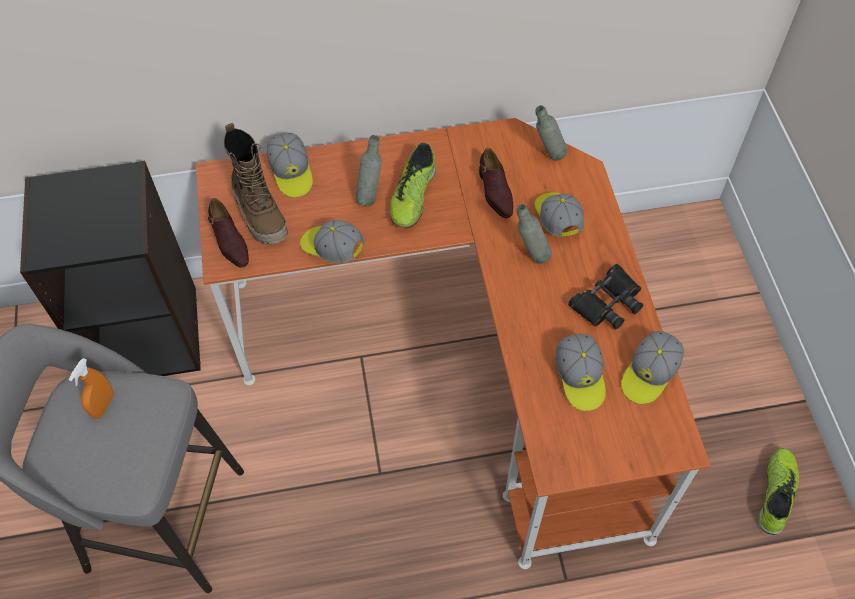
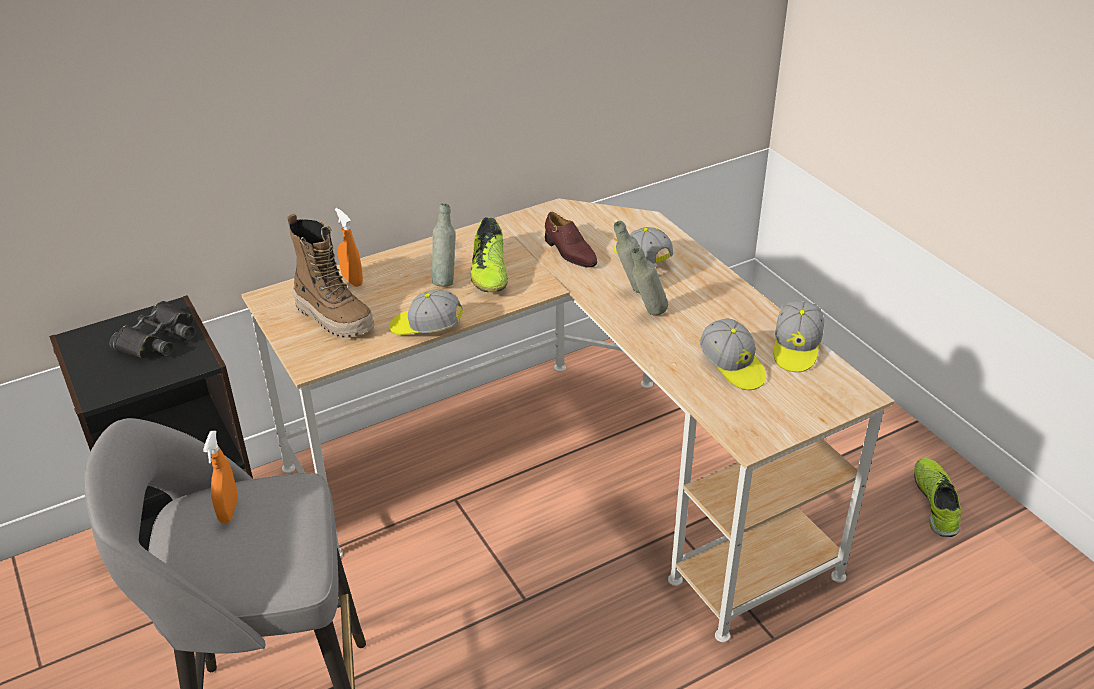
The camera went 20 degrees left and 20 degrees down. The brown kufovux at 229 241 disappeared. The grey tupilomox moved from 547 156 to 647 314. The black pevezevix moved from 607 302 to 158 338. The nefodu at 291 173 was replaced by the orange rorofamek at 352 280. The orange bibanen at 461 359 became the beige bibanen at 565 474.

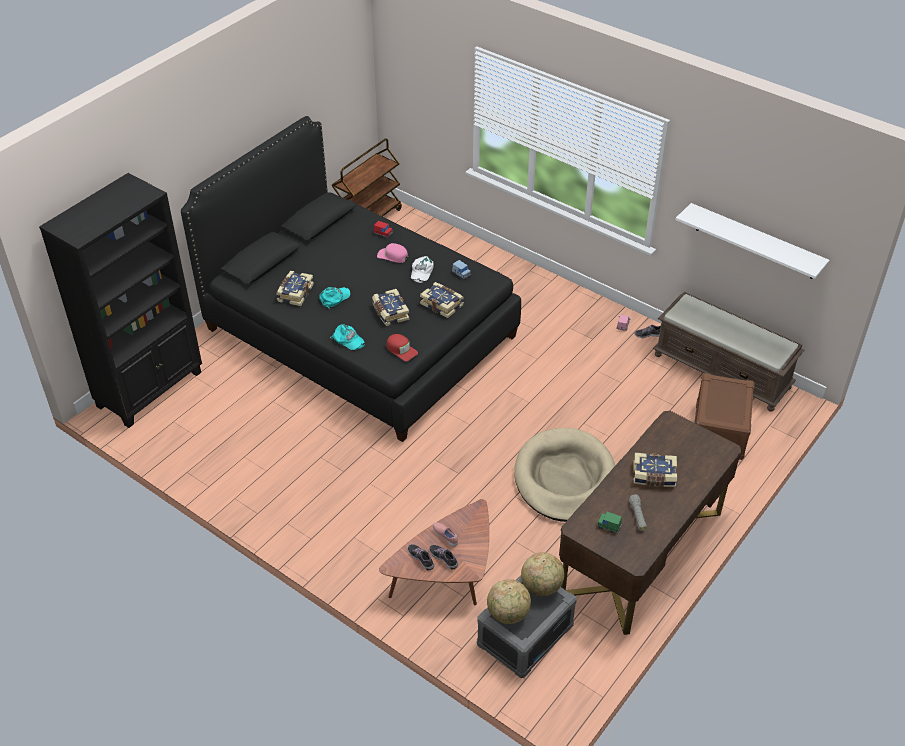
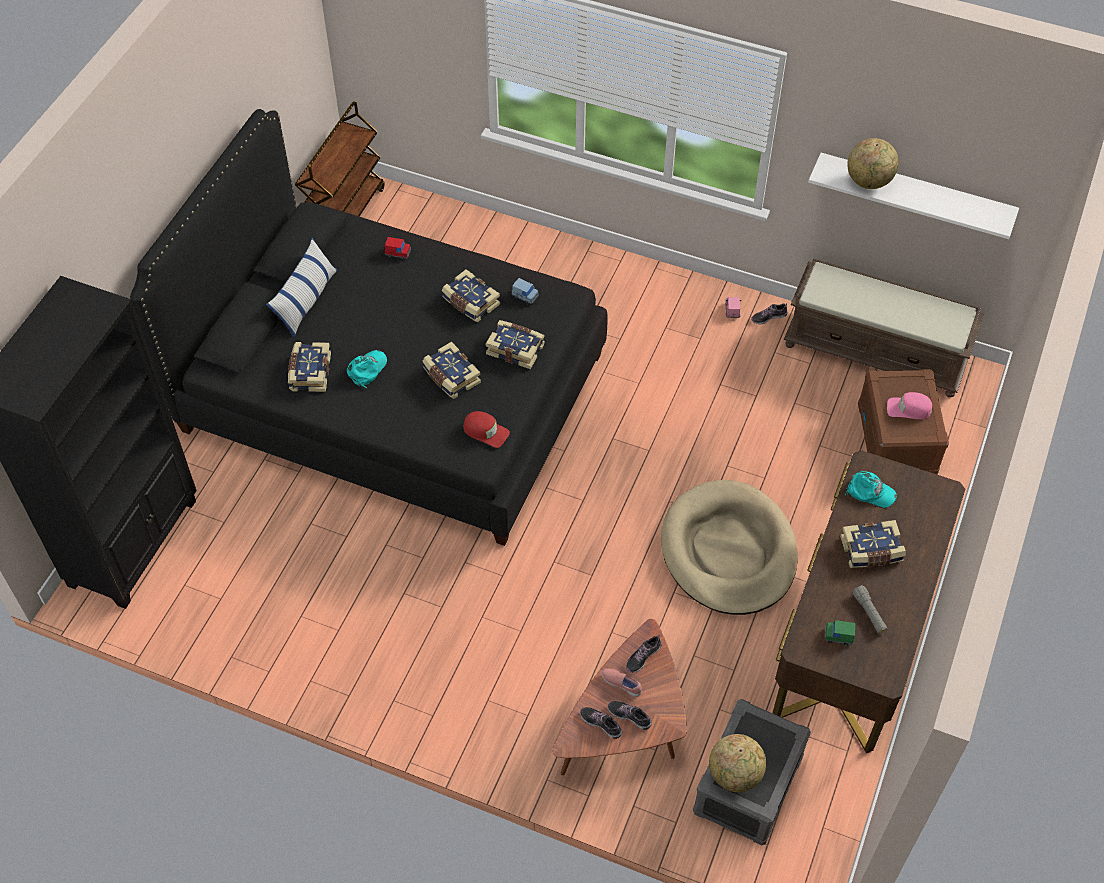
The camera went 15 degrees left and 10 degrees up. The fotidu at 306 300 appeared. The kufovux at 643 657 appeared. The turquoise nefodu moved from 348 340 to 870 492. The pink nefodu moved from 393 256 to 908 409. The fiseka moved from 541 586 to 869 181. The white nefodu at 421 271 was replaced by the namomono at 470 303.

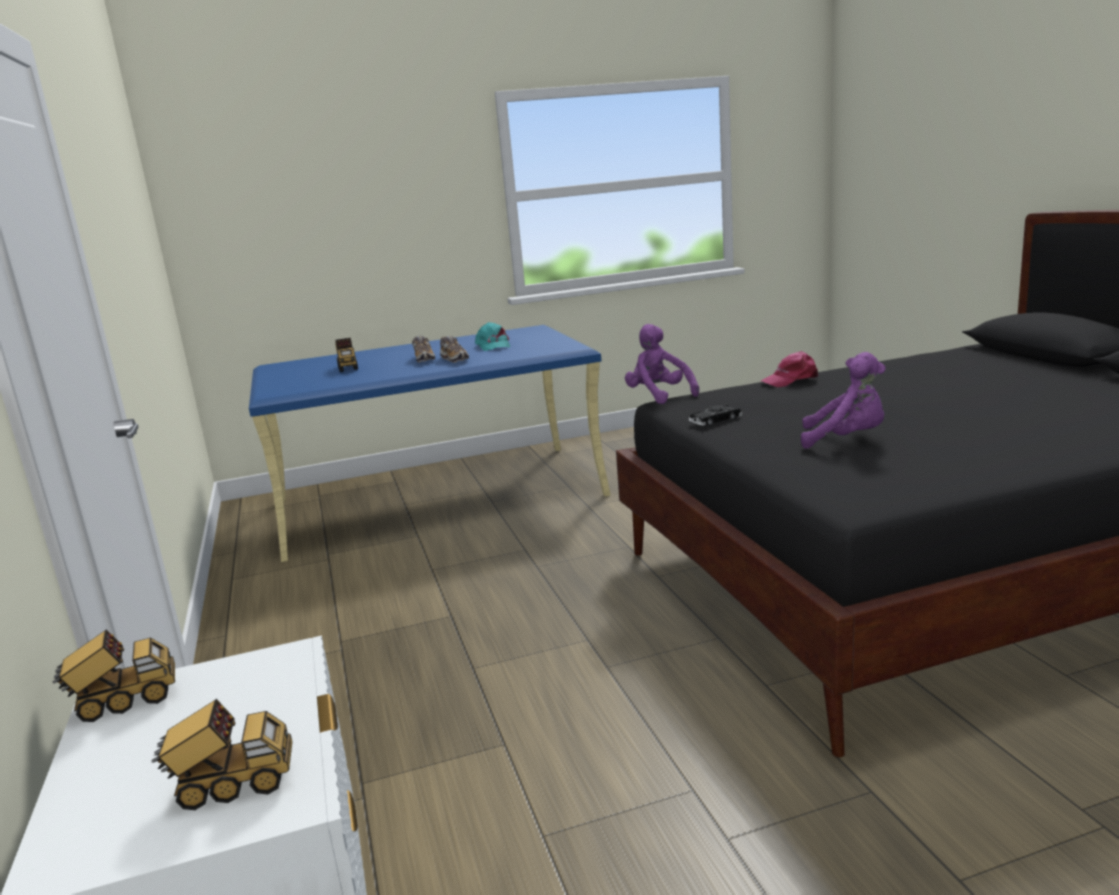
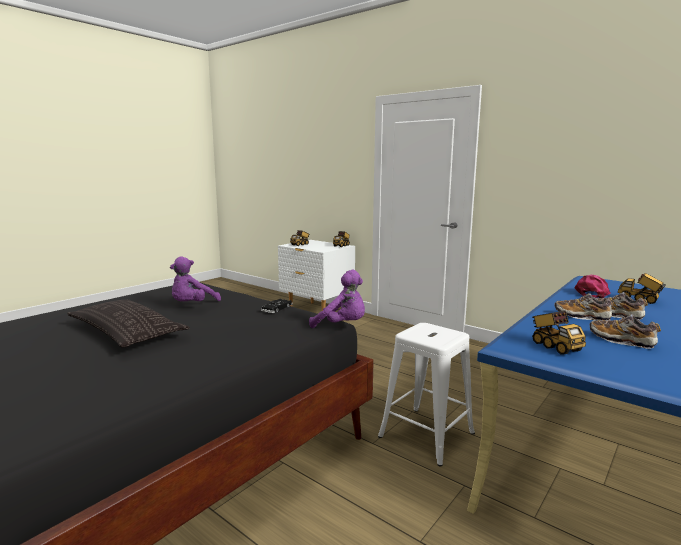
The camera went 145 degrees right and 5 degrees down. The fotidu at 126 331 appeared. The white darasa at 427 434 appeared. The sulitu at 555 346 appeared. The pink nefodu moved from 790 380 to 592 293. The turquoise nefodu at 493 346 was replaced by the kufovux at 621 340. The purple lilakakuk at 846 440 turned 45 degrees counterclockwise.

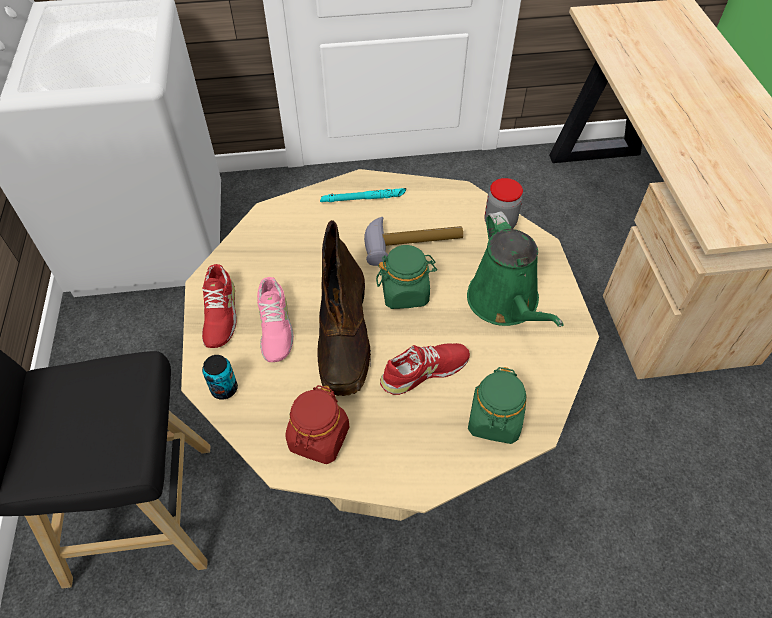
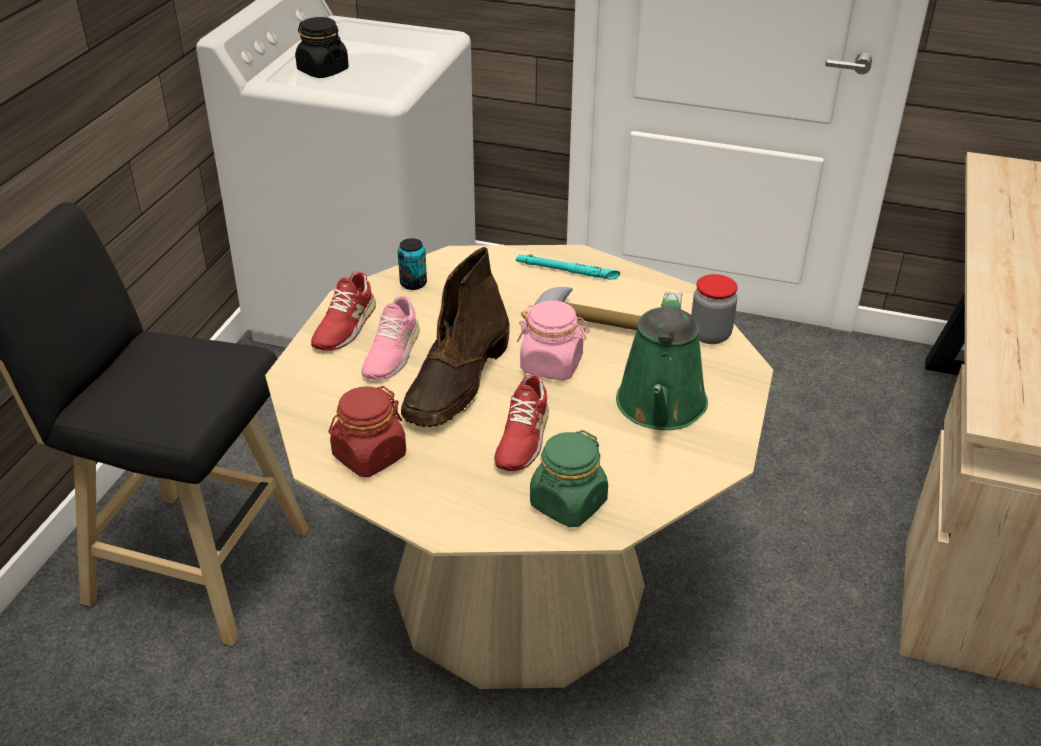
The camera went 25 degrees right and 15 degrees down. The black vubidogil at 322 71 appeared. The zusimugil moved from 224 389 to 413 283. The green vubidogil at 405 292 became the pink vubidogil at 552 365. The red kufovux at 424 371 turned 105 degrees clockwise.

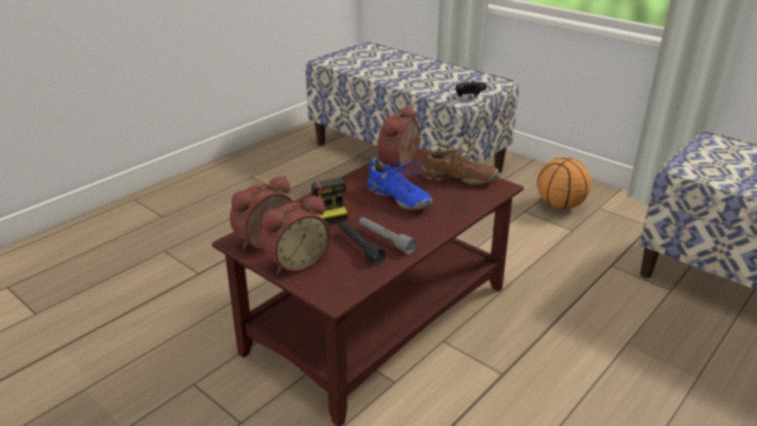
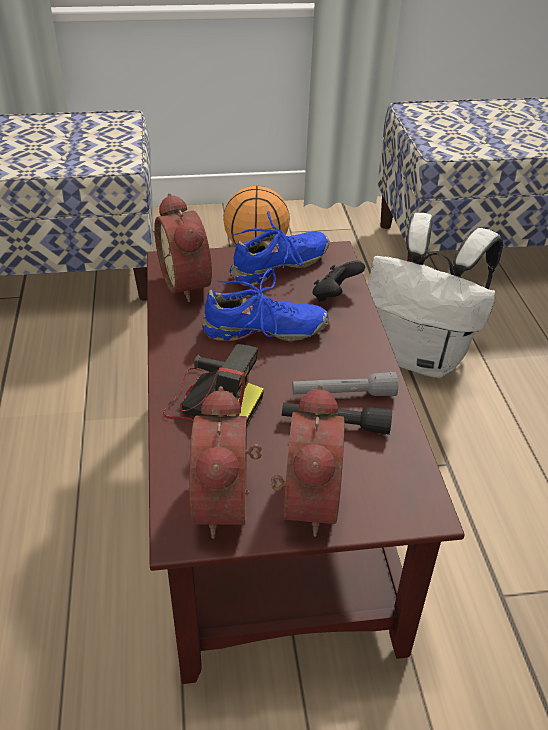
The camera went 50 degrees left and 10 degrees up. The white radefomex at 422 357 appeared. The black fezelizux moved from 469 97 to 335 296. The brown kufovux at 458 178 became the blue kufovux at 279 267.

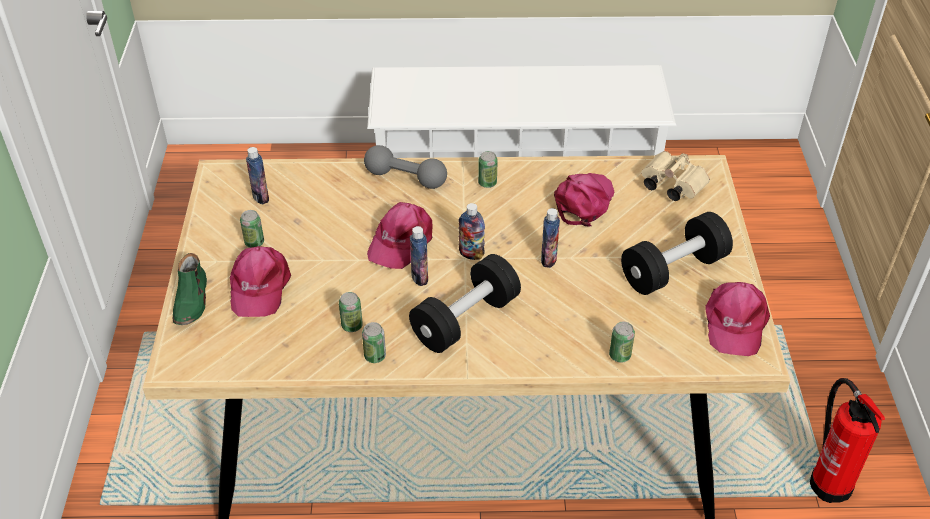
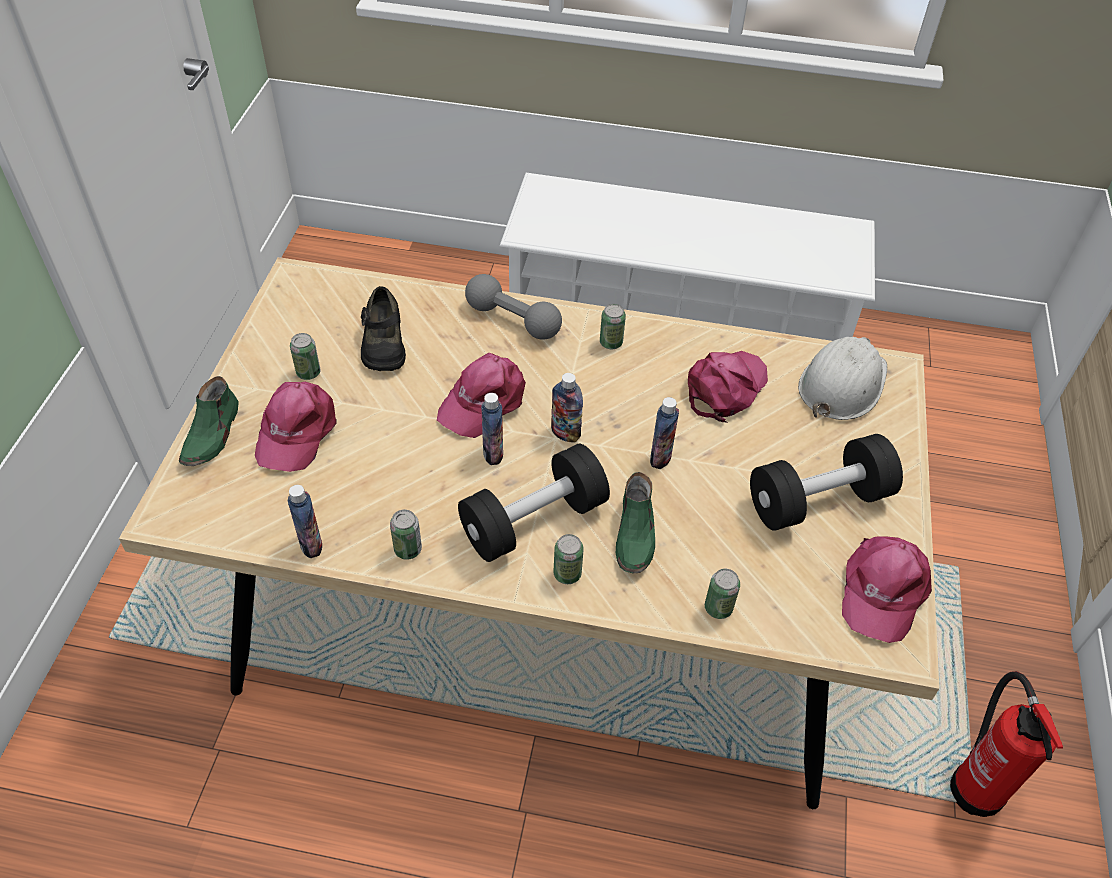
The camera went 10 degrees right and 5 degrees up. The black kufovux at 383 343 appeared. The green kufovux at 635 534 appeared. The tupilomox moved from 260 197 to 311 544. The zusimugil moved from 352 325 to 567 574. The beige pevezevix at 670 185 was replaced by the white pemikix at 841 384.

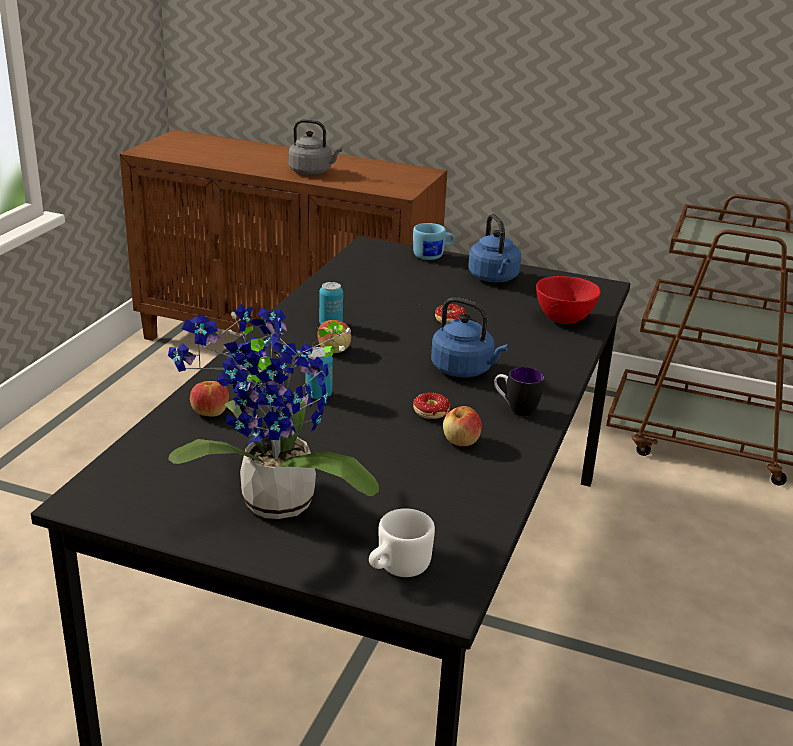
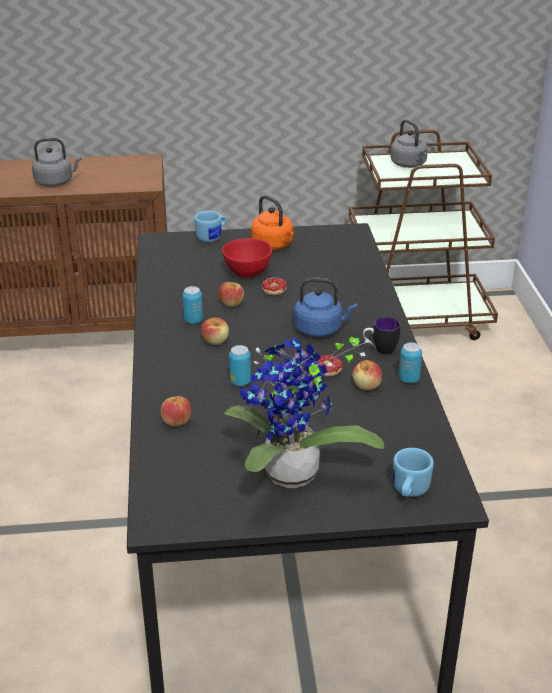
The camera went 25 degrees left and 5 degrees up. The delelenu at 231 303 appeared. The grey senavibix at 409 165 appeared. The zusimugil at 409 379 appeared. The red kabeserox moved from 565 319 to 248 273. The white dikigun at 397 568 became the blue dikigun at 408 491. The blue senavibix at 494 278 became the orange senavibix at 273 245.

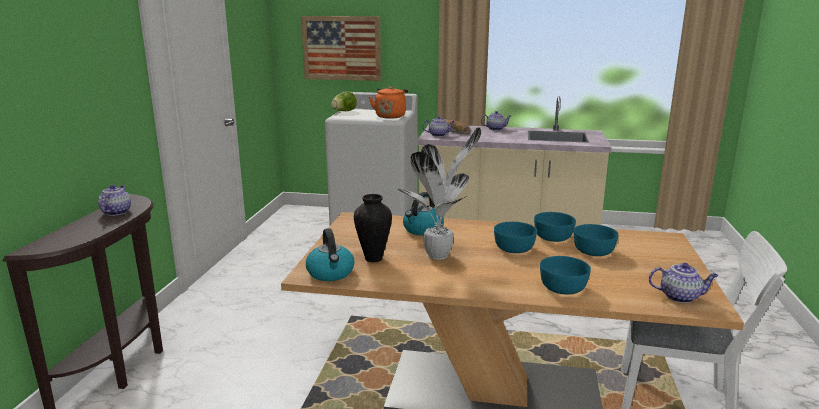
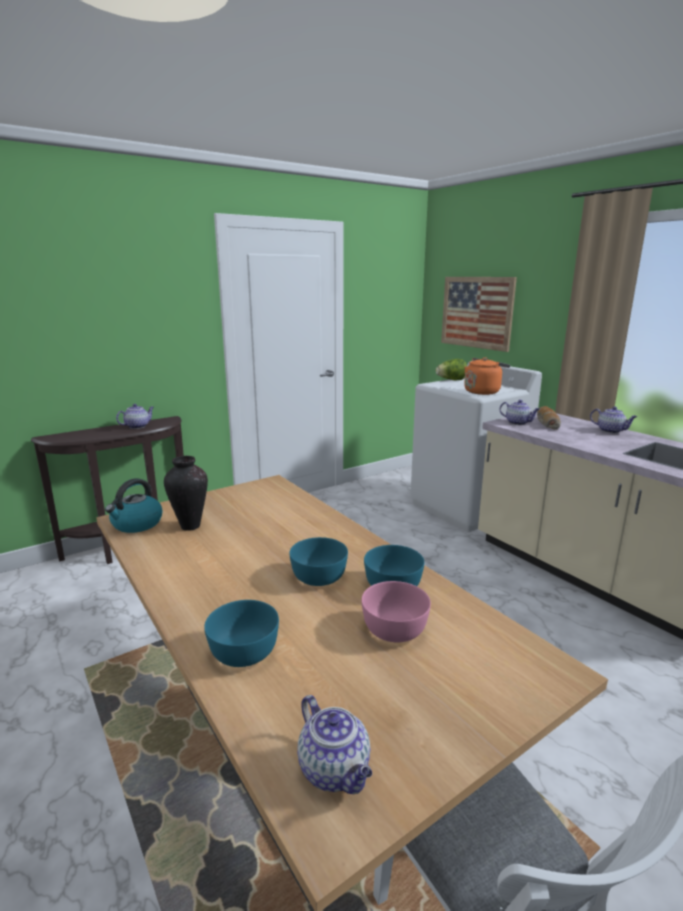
The camera went 45 degrees right and 0 degrees up. The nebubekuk at 440 255 disappeared. The senavibix at 422 230 disappeared. The turquoise kabeserox at 593 251 became the pink kabeserox at 395 627.

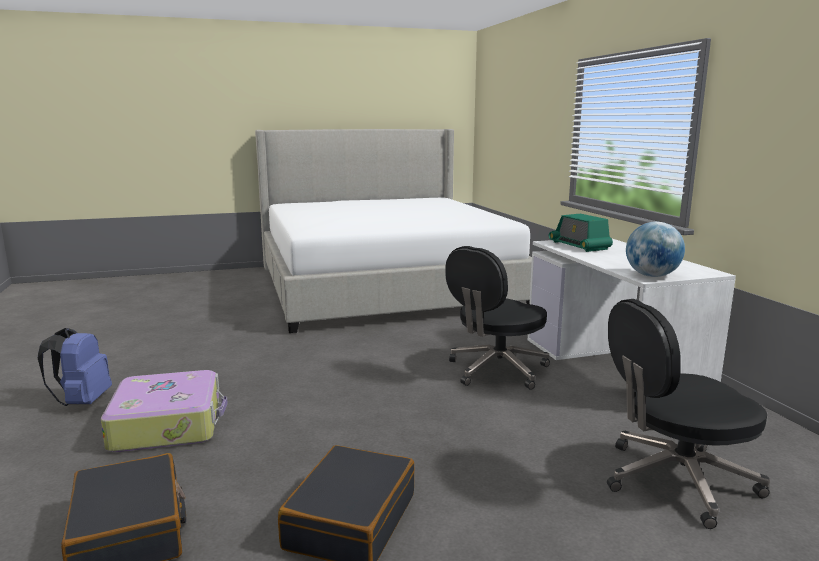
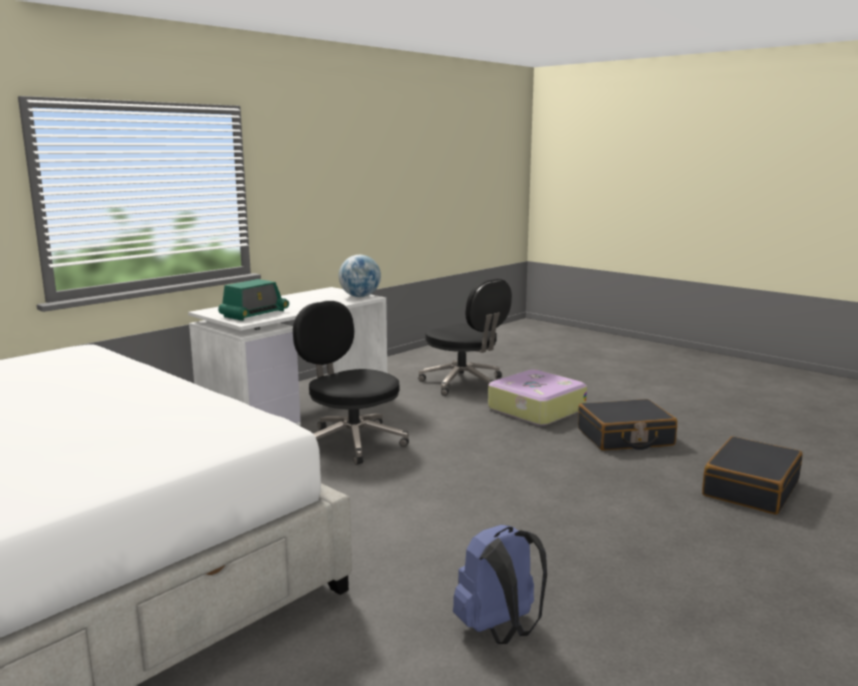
The camera went 120 degrees left and 0 degrees up. The blue radefomex moved from 82 402 to 500 630. The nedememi moved from 168 424 to 535 409. The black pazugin at 496 370 turned 150 degrees counterclockwise.

